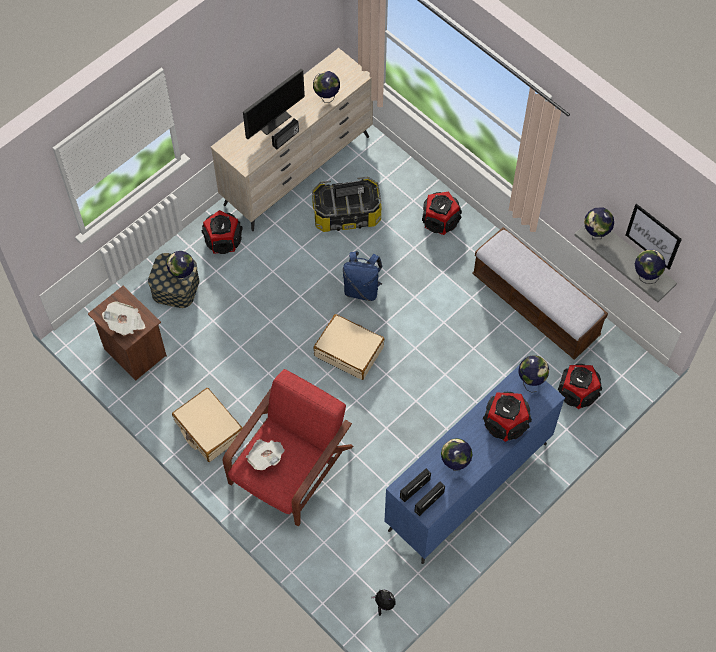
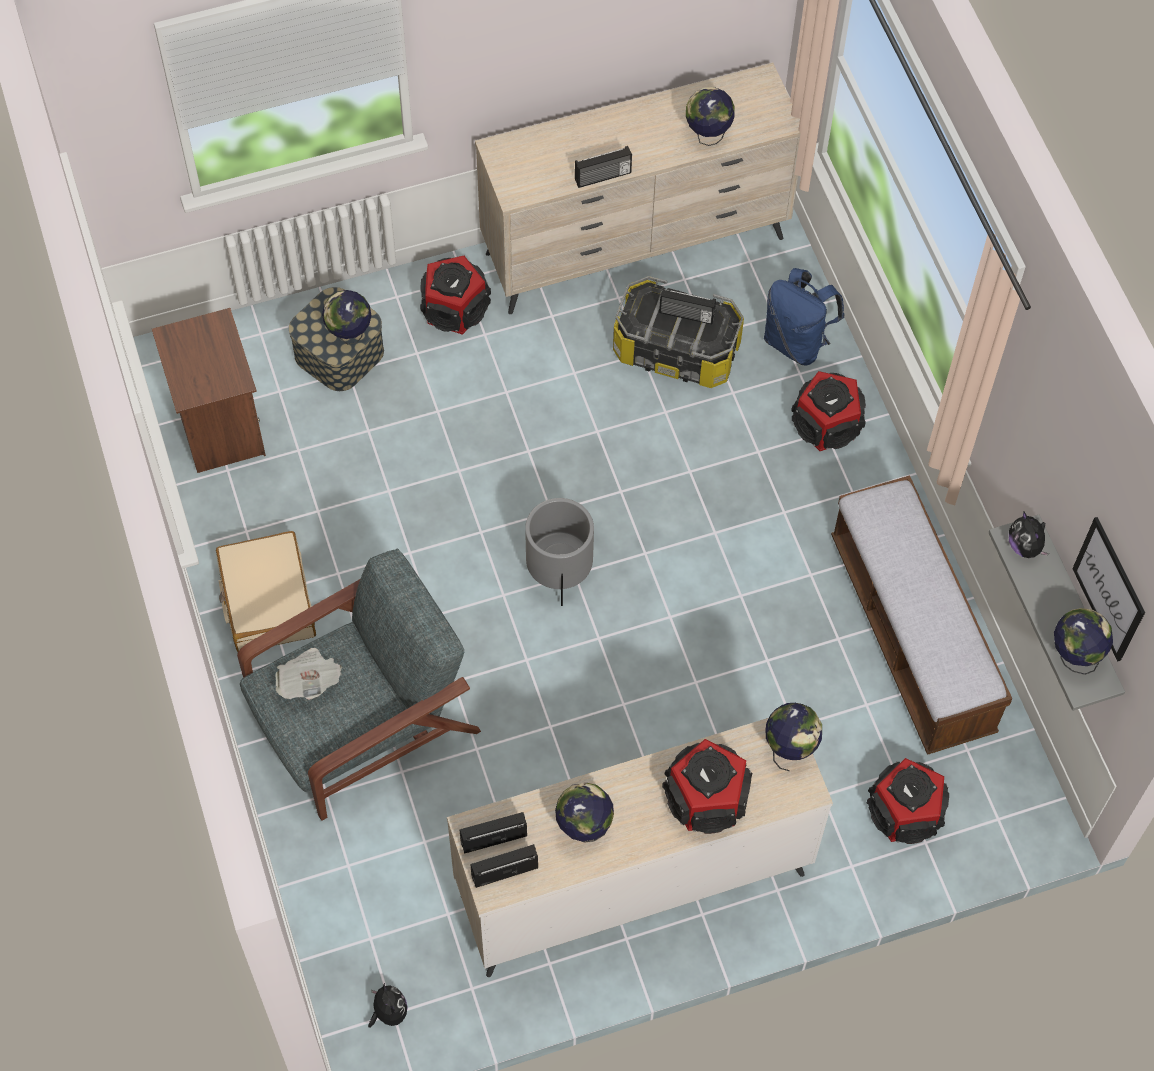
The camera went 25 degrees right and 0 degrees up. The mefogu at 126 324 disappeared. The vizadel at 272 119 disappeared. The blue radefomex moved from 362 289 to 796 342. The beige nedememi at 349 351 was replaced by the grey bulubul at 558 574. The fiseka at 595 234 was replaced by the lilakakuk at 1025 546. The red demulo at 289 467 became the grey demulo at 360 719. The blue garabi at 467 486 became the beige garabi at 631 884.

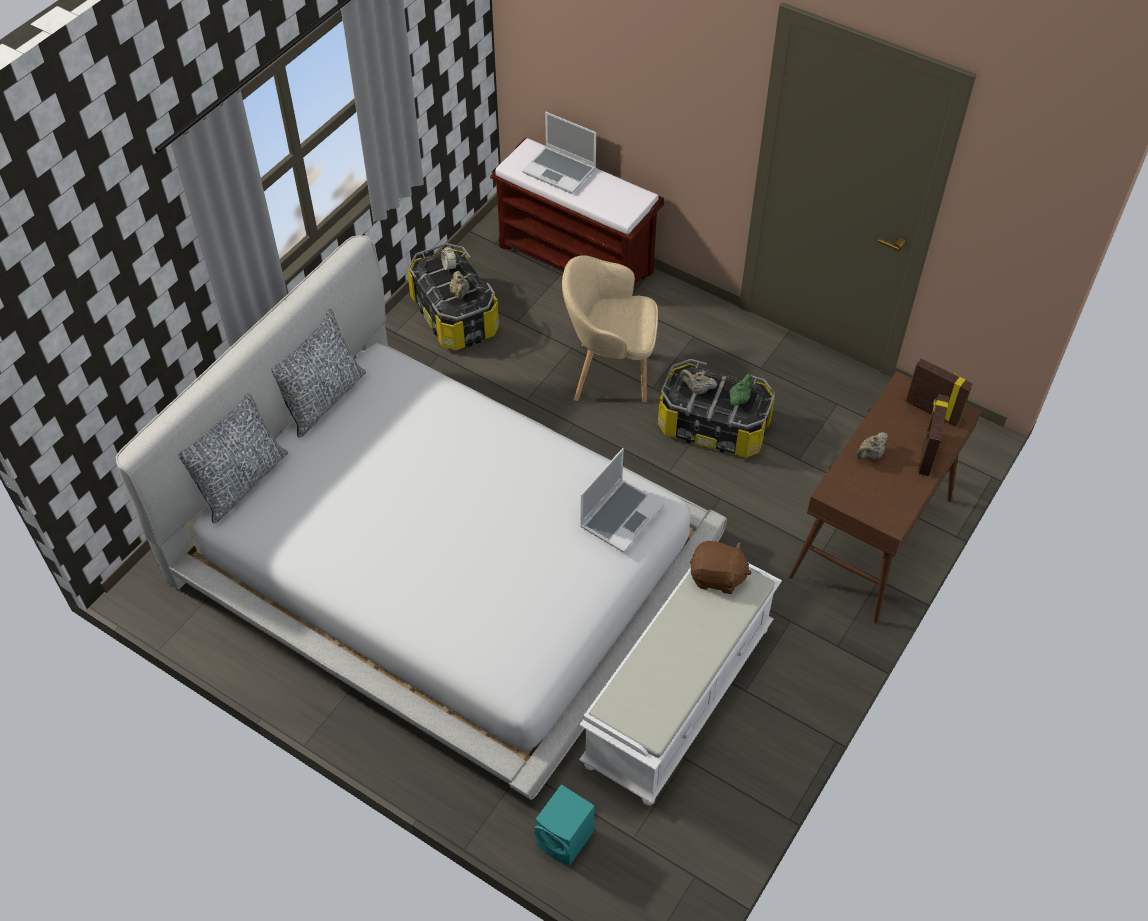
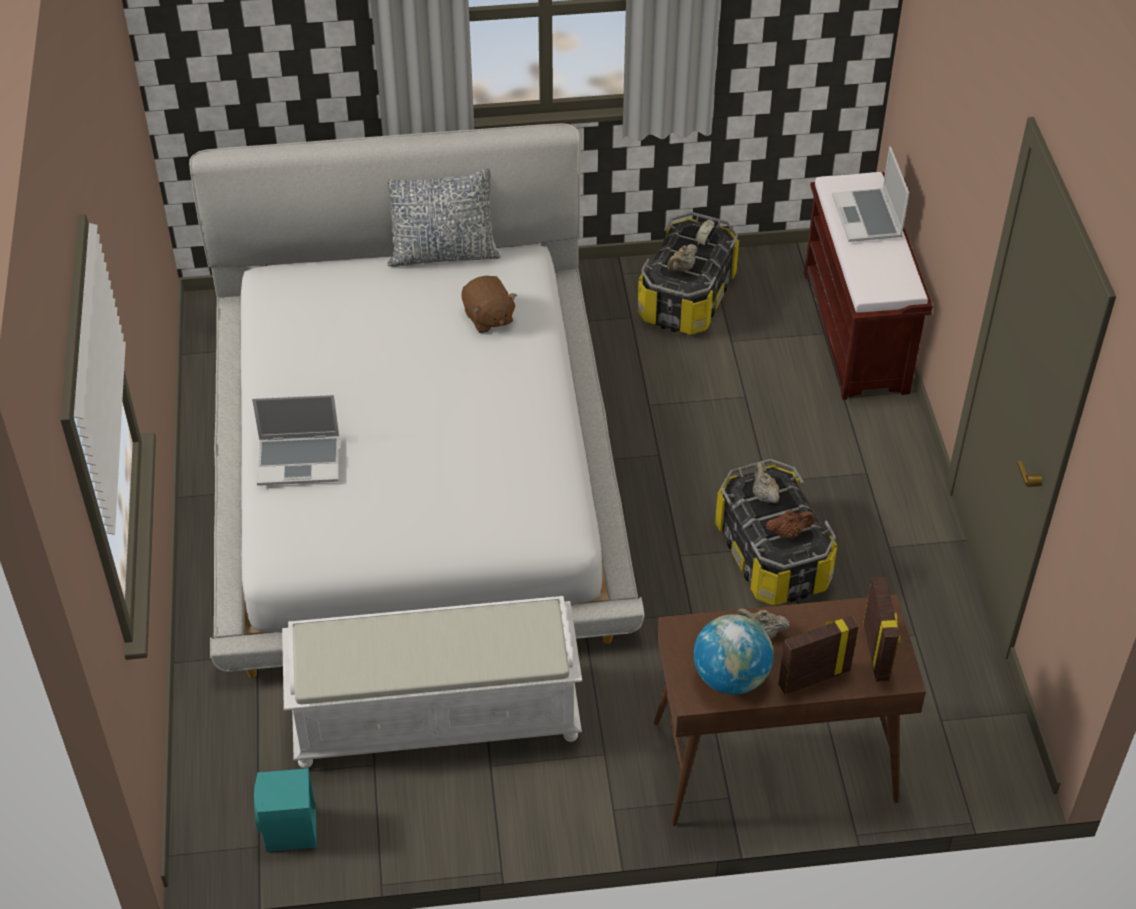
The camera went 50 degrees right and 5 degrees down. The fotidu at 240 481 disappeared. The beige demulo at 608 374 disappeared. The fiseka at 730 677 appeared. The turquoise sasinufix moved from 566 840 to 290 832. The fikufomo moved from 621 515 to 300 461. The brown lilakakuk moved from 717 577 to 488 318. The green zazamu at 739 399 became the brown zazamu at 788 533.

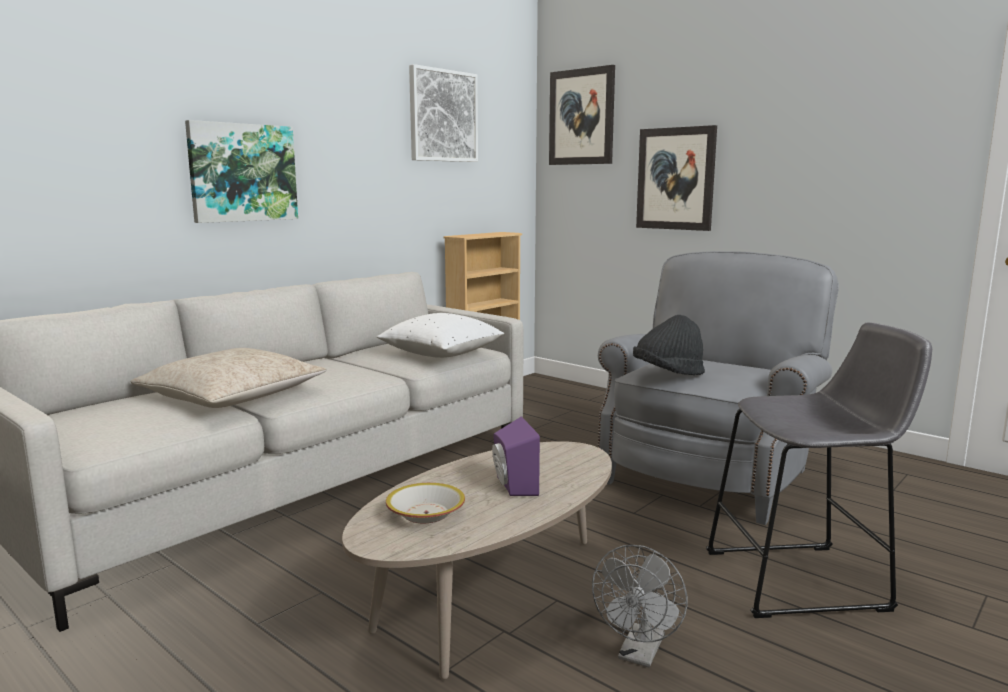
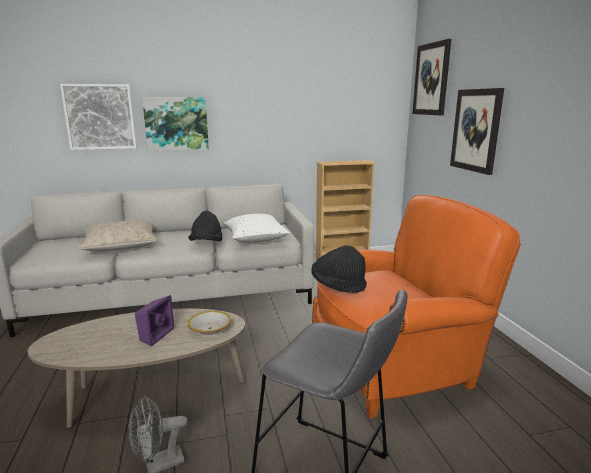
The camera went 35 degrees right and 5 degrees up. The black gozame at 206 244 appeared. The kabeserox moved from 426 514 to 210 329. The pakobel moved from 443 116 to 100 117. The grey demulo at 710 473 became the orange demulo at 397 364.

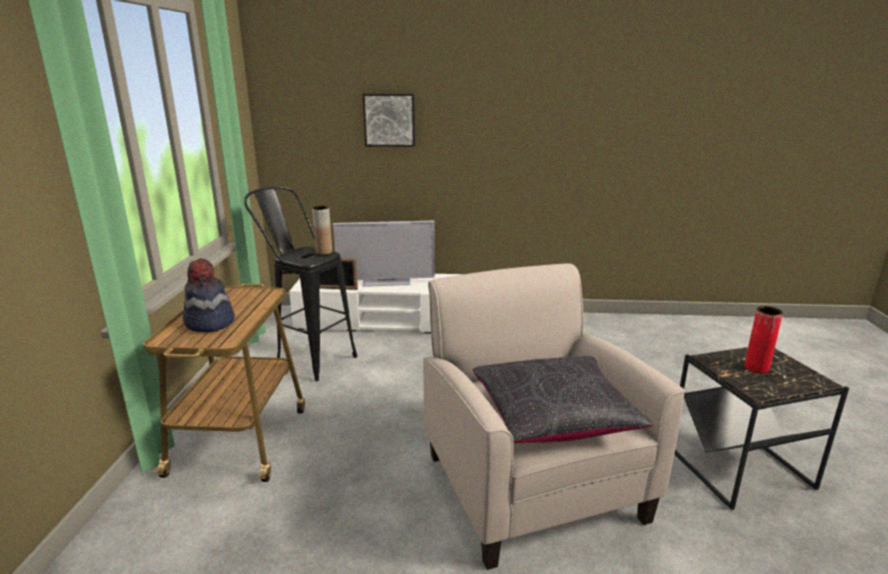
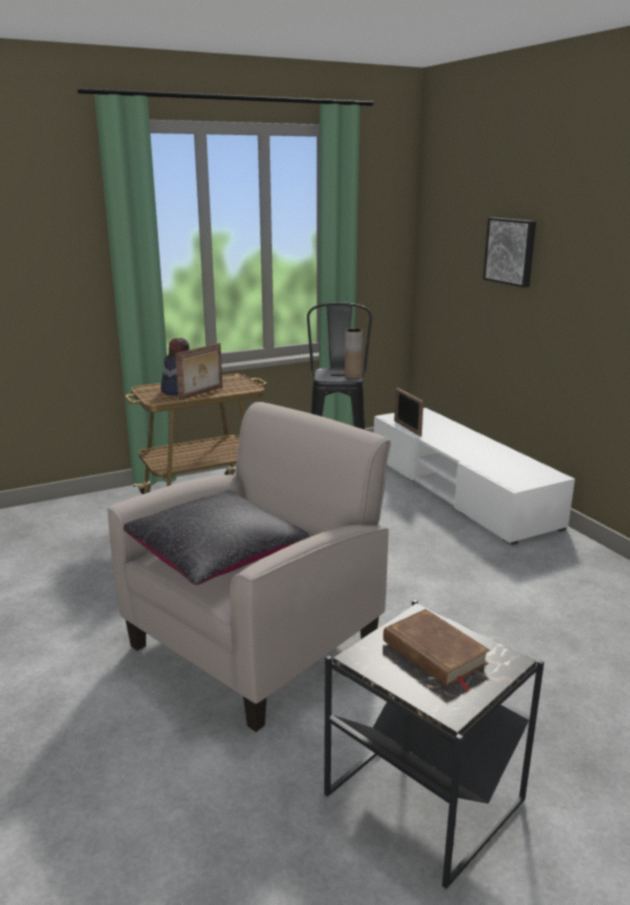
The camera went 60 degrees right and 0 degrees up. The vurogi at 386 282 disappeared. The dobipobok at 201 393 appeared. The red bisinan at 756 367 was replaced by the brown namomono at 434 653.

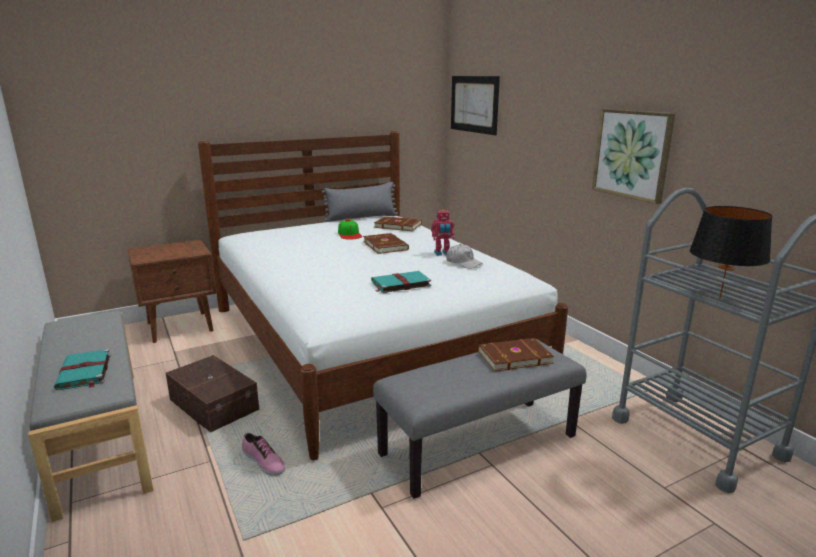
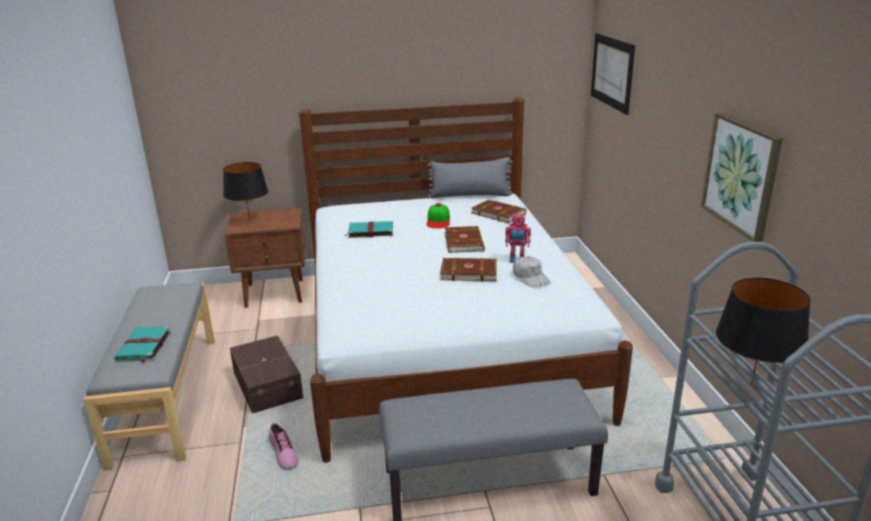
The camera went 20 degrees right and 5 degrees up. The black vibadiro at 249 220 appeared. The turquoise namomono moved from 400 284 to 370 231. The brown namomono moved from 513 357 to 468 271.

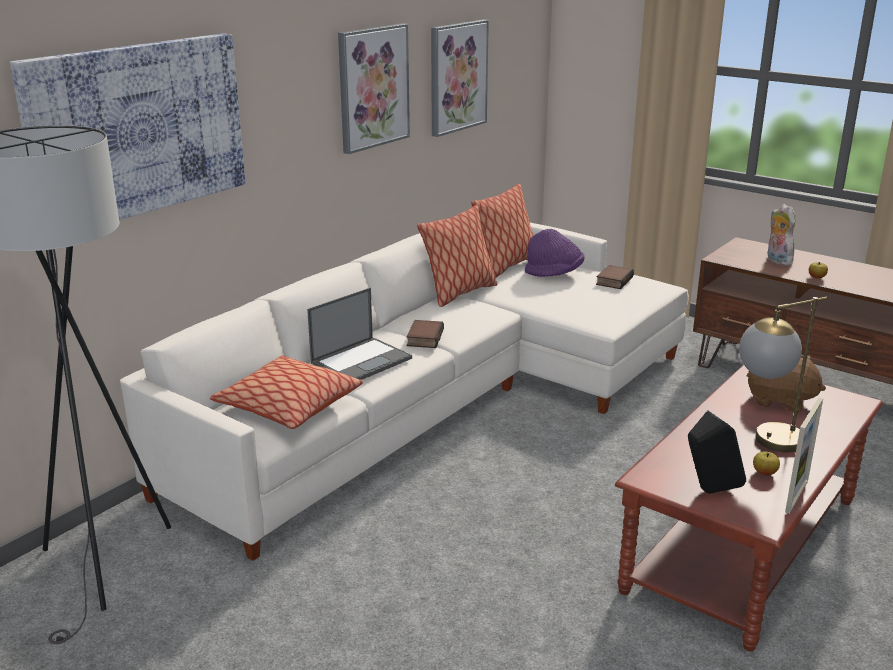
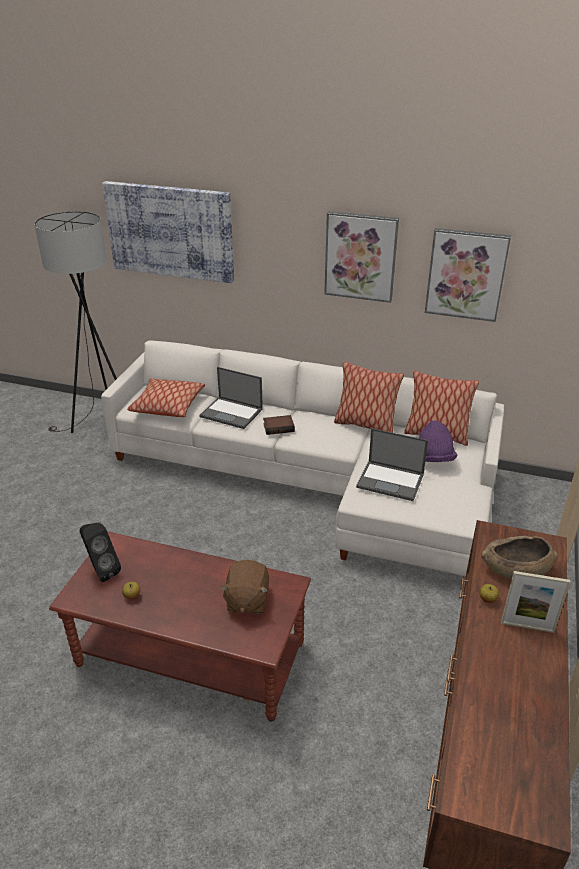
The camera went 70 degrees right and 10 degrees up. The namomono at 613 280 disappeared. The vibadiro at 765 444 disappeared. The fikufomo at 391 481 appeared. The dobipobok moved from 796 496 to 527 627. The lilakakuk at 776 260 was replaced by the brown kabeserox at 515 569.

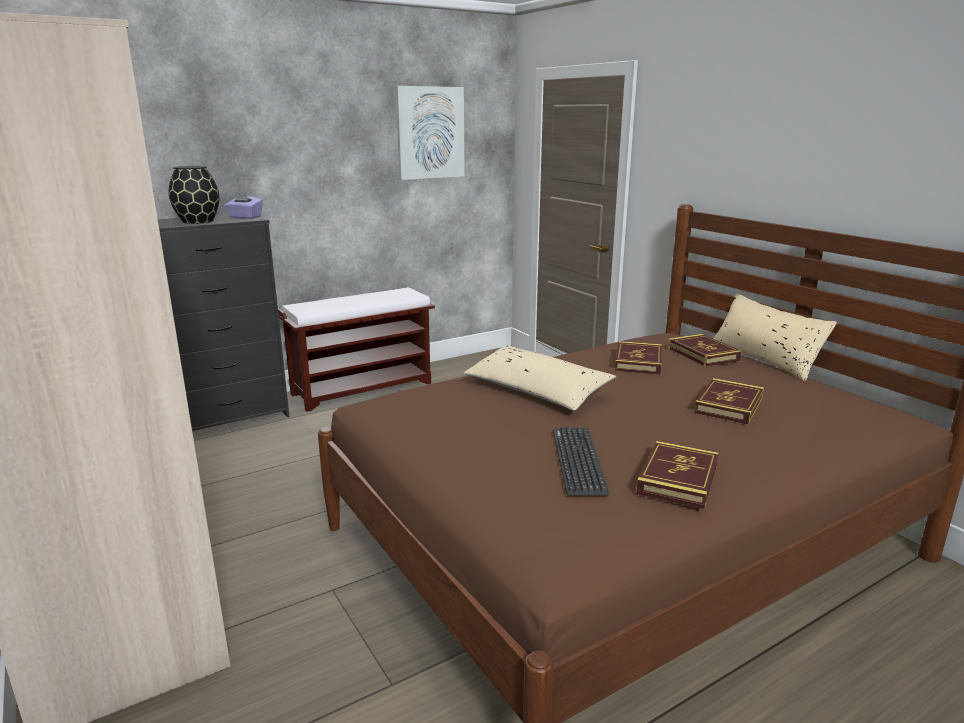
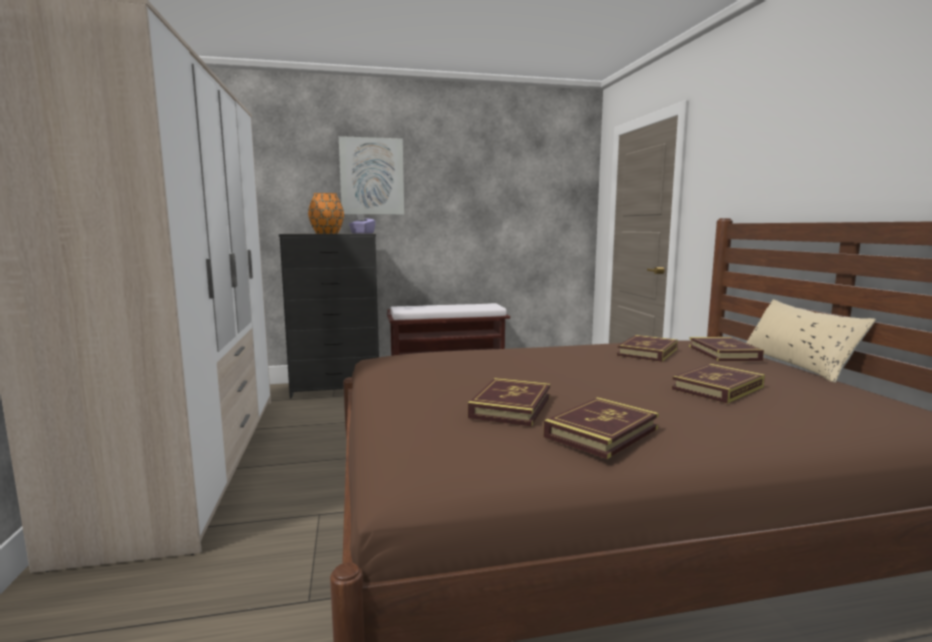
The camera went 20 degrees right and 10 degrees down. The beige fotidu at 536 390 disappeared. The pakobel moved from 430 133 to 372 176. The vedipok at 578 460 was replaced by the namomono at 511 407. The black bisinan at 198 221 became the orange bisinan at 327 233.

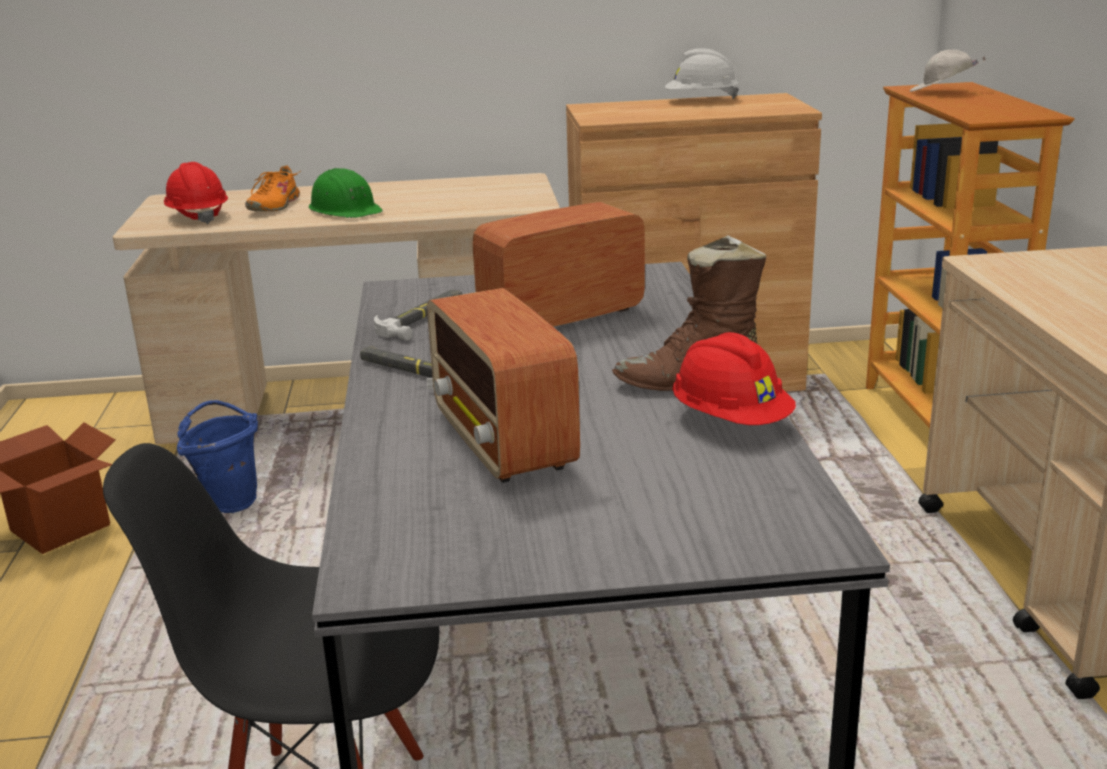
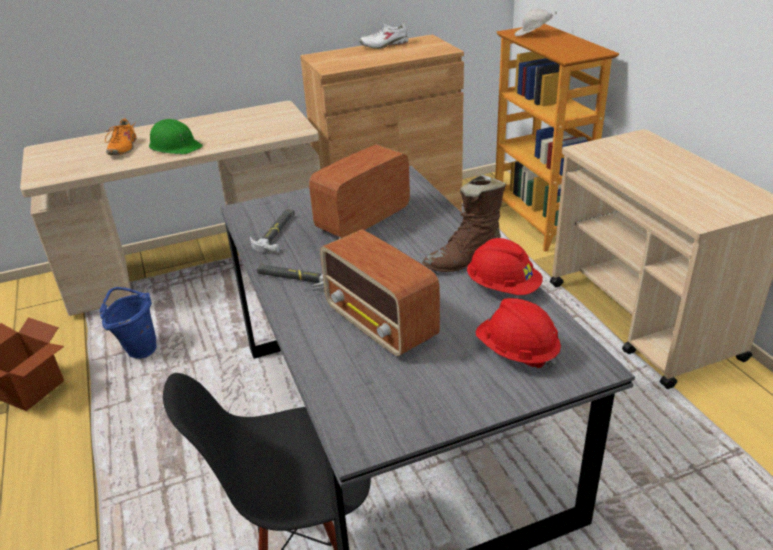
The camera went 15 degrees left and 10 degrees up. The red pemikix moved from 197 216 to 516 352. The white pemikix at 701 100 was replaced by the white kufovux at 384 45.

